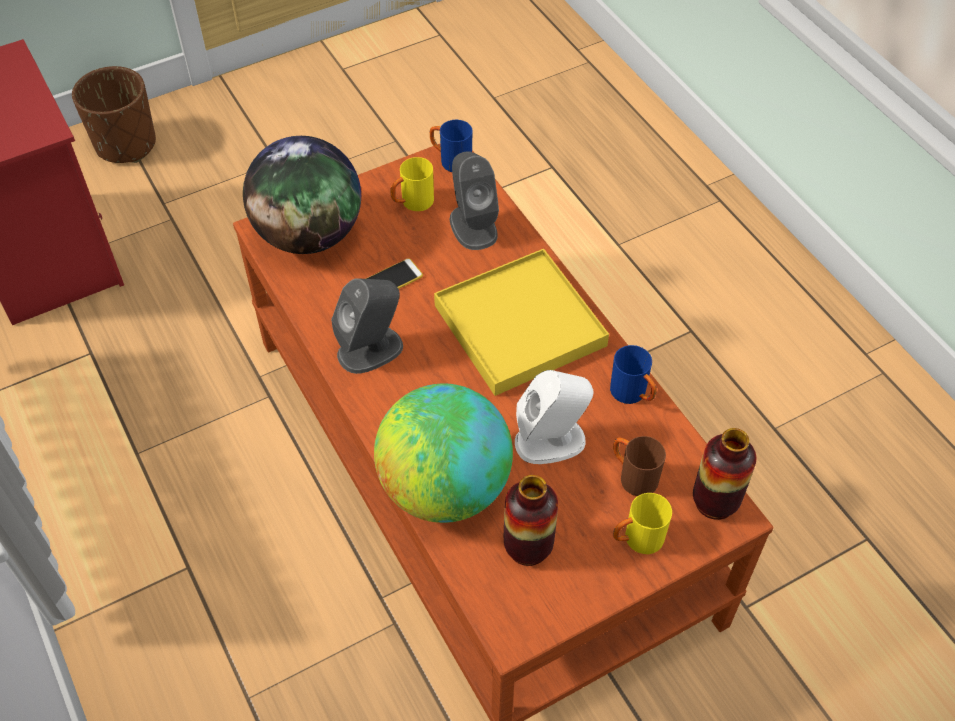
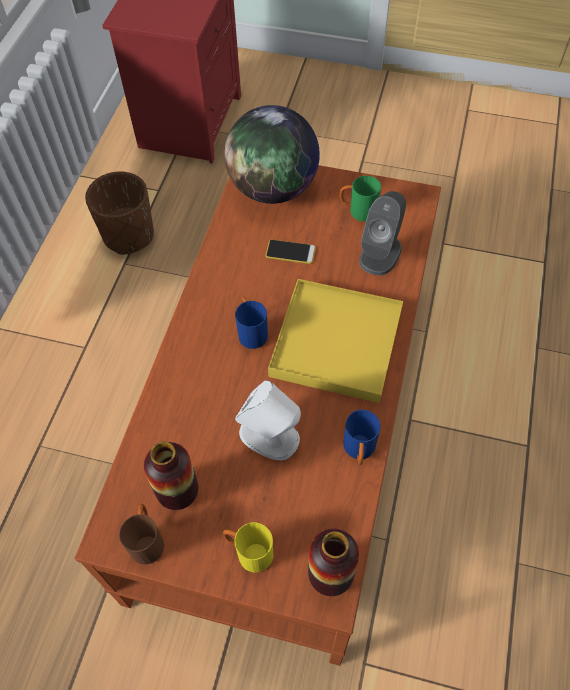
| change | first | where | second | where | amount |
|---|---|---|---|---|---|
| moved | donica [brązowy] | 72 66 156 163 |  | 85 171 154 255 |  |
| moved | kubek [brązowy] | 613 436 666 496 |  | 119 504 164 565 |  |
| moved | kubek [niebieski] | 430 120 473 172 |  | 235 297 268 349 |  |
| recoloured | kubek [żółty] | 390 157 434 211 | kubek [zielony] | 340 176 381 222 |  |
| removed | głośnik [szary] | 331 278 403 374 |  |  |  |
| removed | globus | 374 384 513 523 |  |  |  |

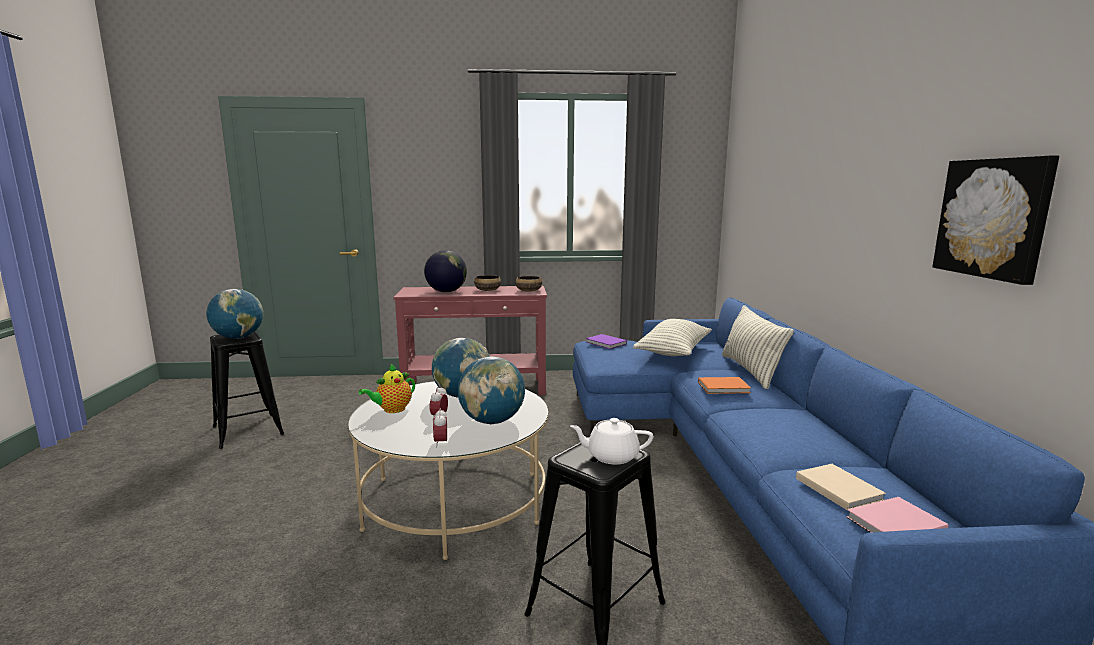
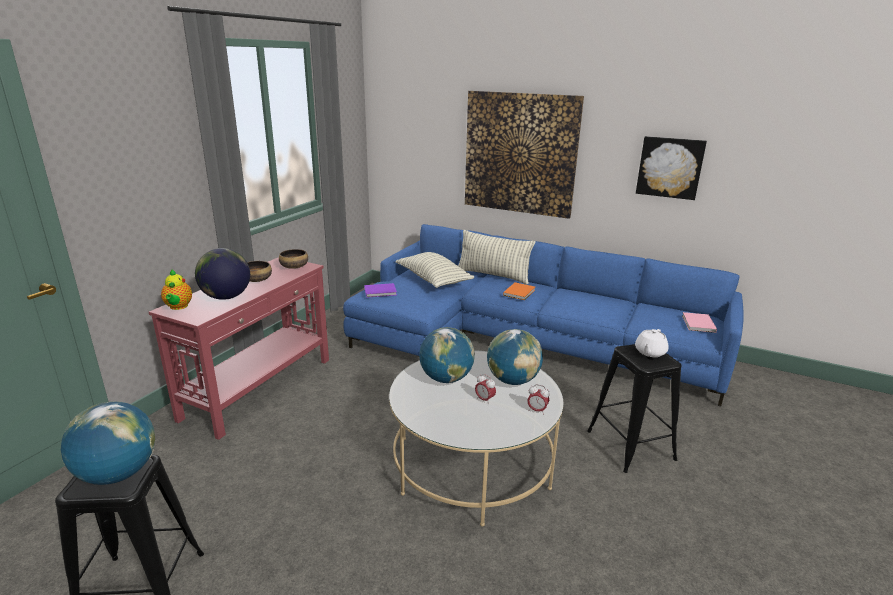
| change | first | where | second | where | amount |
|---|---|---|---|---|---|
| moved | imbryk | 359 363 415 413 |  | 161 269 192 310 |  |
| added |  |  | obraz | 465 91 584 219 |  |
| removed | książka [beżowy] | 796 464 886 511 |  |  |  |

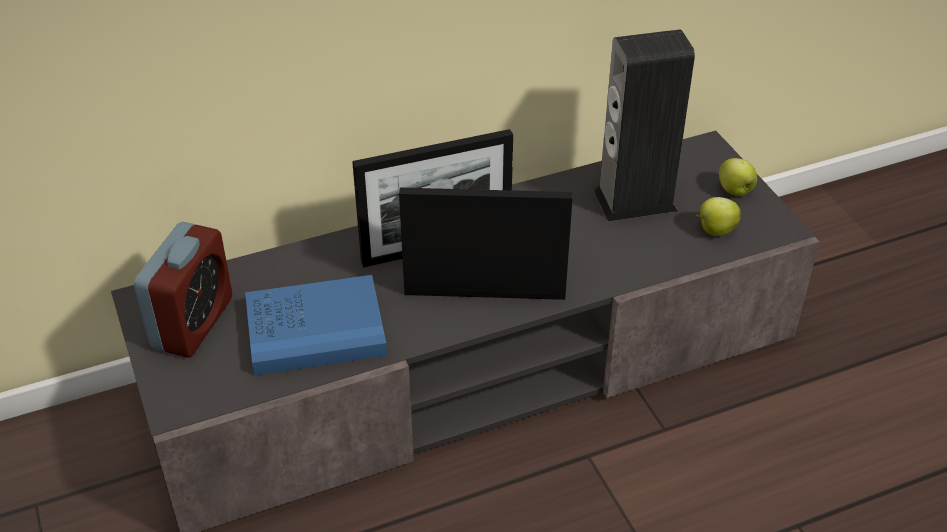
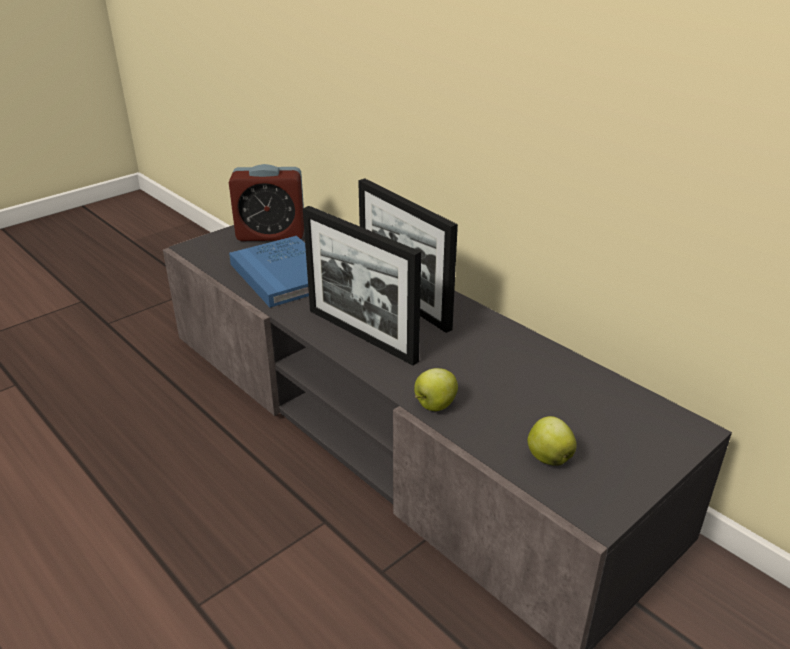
| change | first | where | second | where | amount |
|---|---|---|---|---|---|
| turned | ramka na zdjęcie | 399 188 573 300 |  | 303 206 421 365 | 150 degrees clockwise |
| moved | jabłko | 719 158 757 196 |  | 414 368 458 411 |  |
| removed | głośnik | 594 29 695 222 |  |  |  |

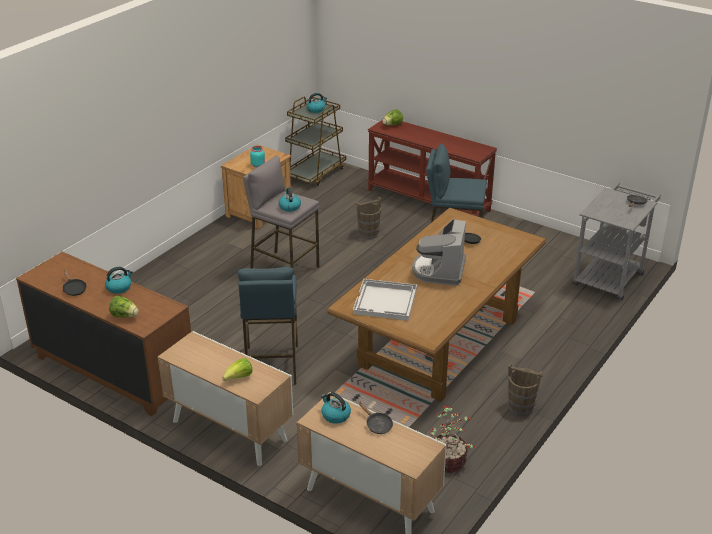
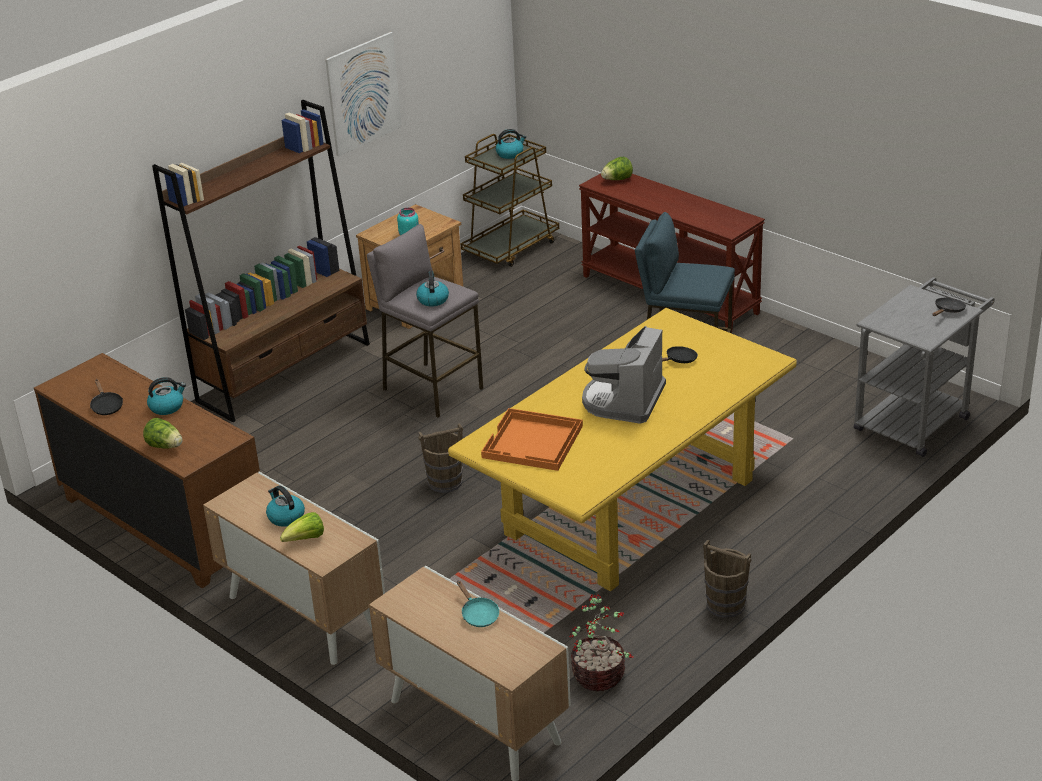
| change | first | where | second | where | amount |
|---|---|---|---|---|---|
| added |  |  | regał [brązowy] | 152 100 370 422 |  |
| moved | czajnik | 321 392 351 424 |  | 266 485 305 527 |  |
| added |  |  | obraz | 325 32 402 157 |  |
| moved | wiadro [brązowy] | 356 197 382 239 |  | 418 423 463 493 |  |
| recoloured | stół jadalny [brązowy] | 327 208 546 402 | stół jadalny [żółty] | 448 308 797 591 |  |
| recoloured | patelnia [czarny] | 359 402 393 434 | patelnia [turkusowy] | 457 581 499 627 |  |
| recoloured | taca [biały] | 353 279 417 321 | taca [pomarańczowy] | 481 408 583 471 |  |
| removed | stołek [niebieski] | 237 267 298 385 |  |  |  |

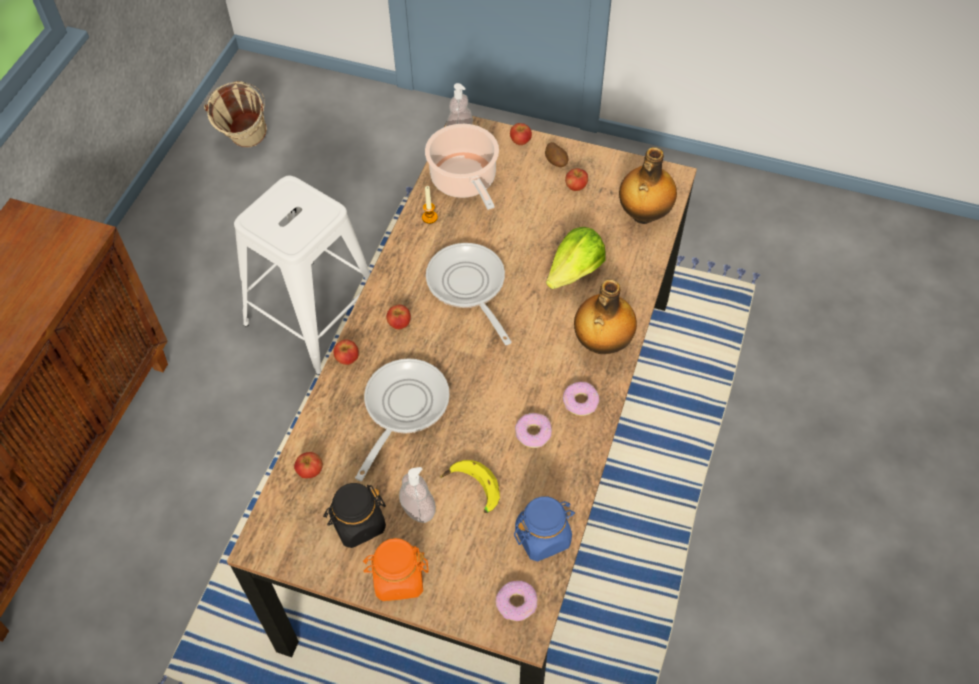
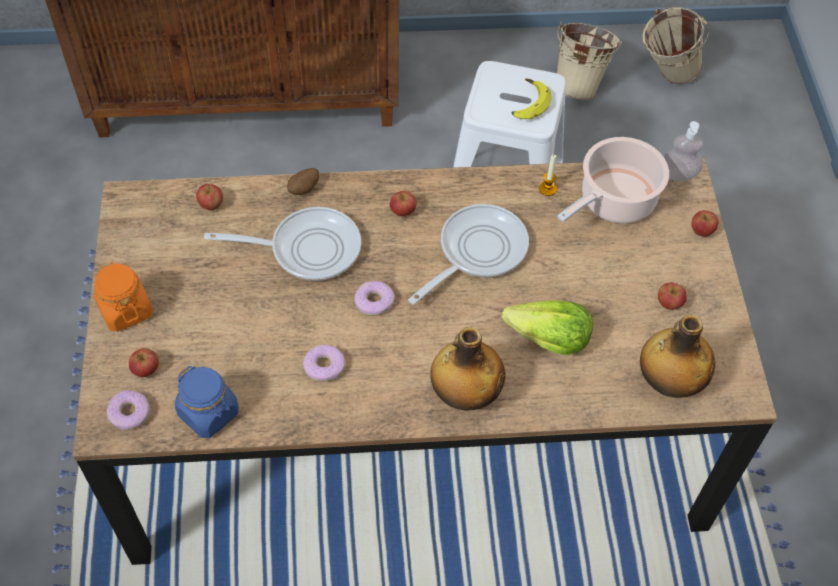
| change | first | where | second | where | amount |
|---|---|---|---|---|---|
| moved | jabłko | 334 339 359 365 |  | 129 348 159 377 |  |
| moved | ziemniak | 545 142 568 167 |  | 287 168 319 195 |  |
| moved | donut | 563 382 599 416 |  | 354 281 395 316 |  |
| moved | banan | 441 460 500 513 |  | 512 78 552 119 |  |
| added |  |  | wiadro [beżowy] | 557 22 622 100 |  |
| removed | słoik [czarny] | 323 483 386 548 |  |  |  |
| removed | dozownik mydła | 399 467 436 523 |  |  |  |

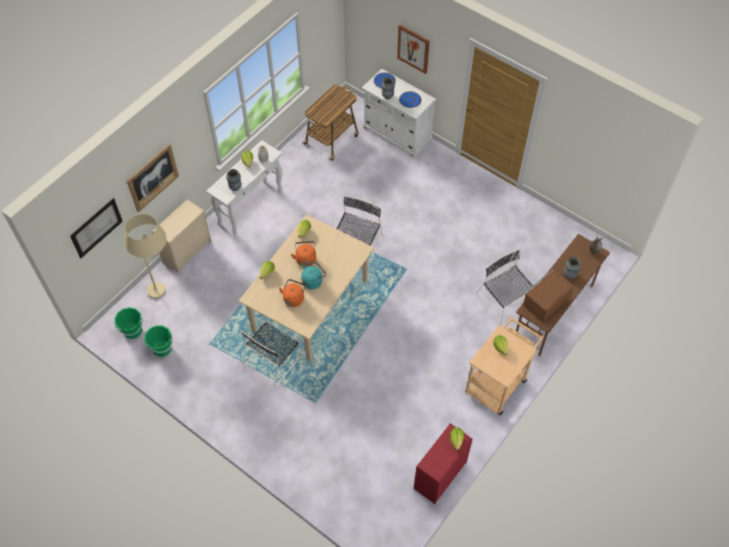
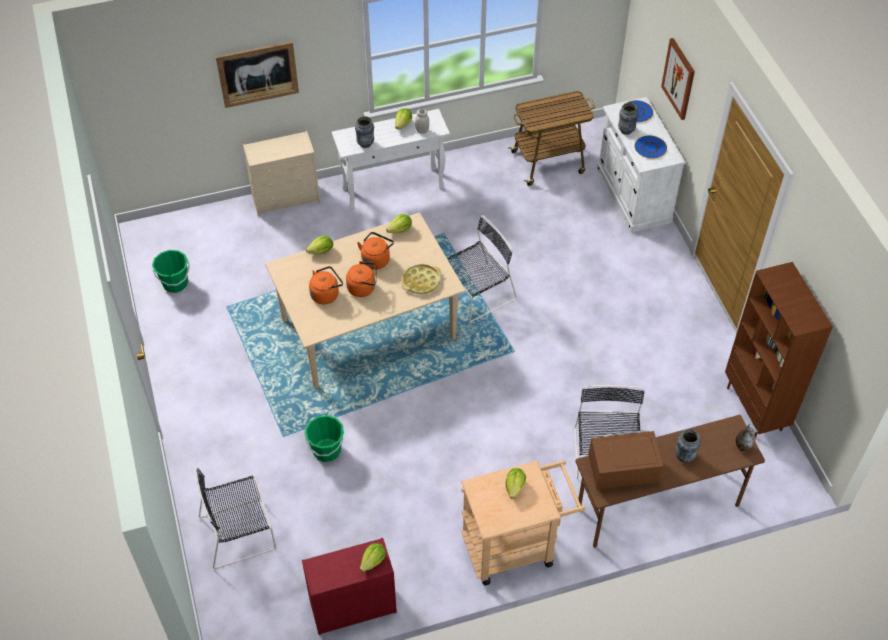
| change | first | where | second | where | amount |
|---|---|---|---|---|---|
| moved | krzesło [czarny] | 241 320 302 387 |  | 195 468 276 569 |  |
| moved | wiadro [zielony] | 114 307 143 339 |  | 305 415 344 462 |  |
| recoloured | czajnik [turkusowy] | 301 262 326 289 | czajnik [pomarańczowy] | 346 261 377 297 |  |
| added |  |  | taca [żółty] | 401 264 441 294 |  |
| added |  |  | regał [brązowy] | 725 262 833 438 |  |
| removed | obraz | 70 198 123 258 |  |  |  |
| removed | lampa stojąca [beżowy] | 125 214 167 298 |  |  |  |

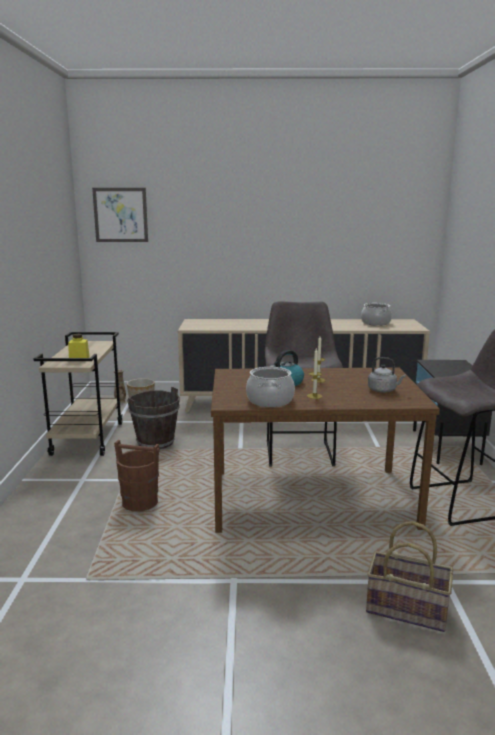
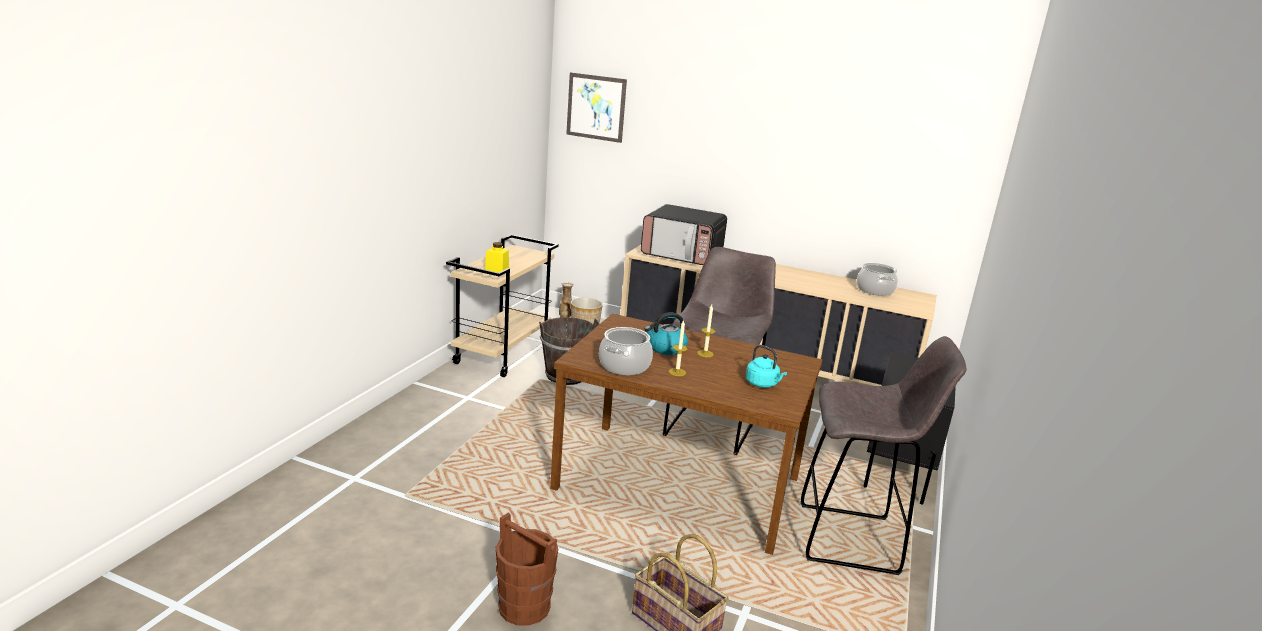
| change | first | where | second | where | amount |
|---|---|---|---|---|---|
| moved | wiadro [brązowy] | 114 440 160 511 |  | 496 512 558 626 |  |
| added |  |  | mikrofalówka | 641 204 727 265 |  |
| recoloured | czajnik [szary] | 368 357 406 393 | czajnik [turkusowy] | 746 345 787 388 |  |

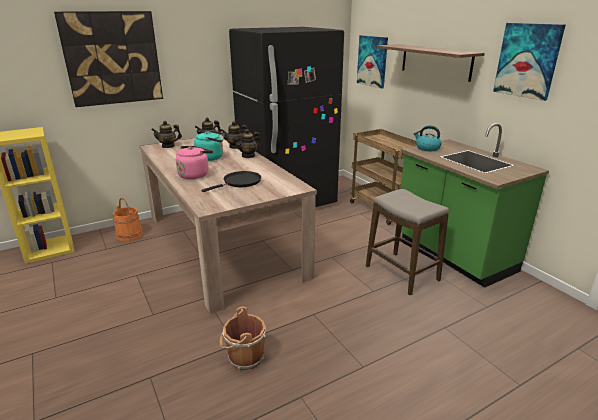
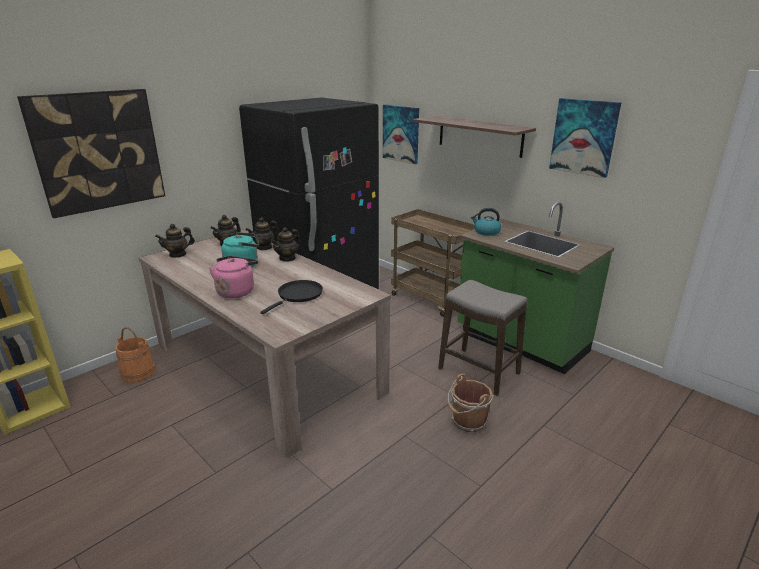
| change | first | where | second | where | amount |
|---|---|---|---|---|---|
| moved | wiadro [brązowy] | 220 307 266 370 |  | 448 373 494 432 |  |

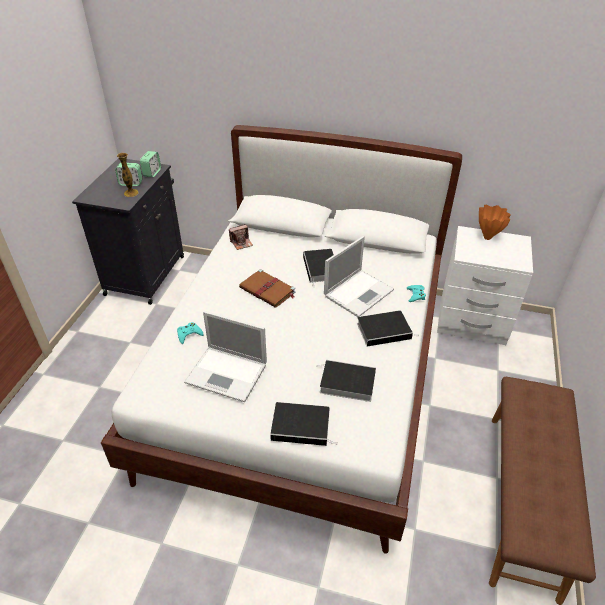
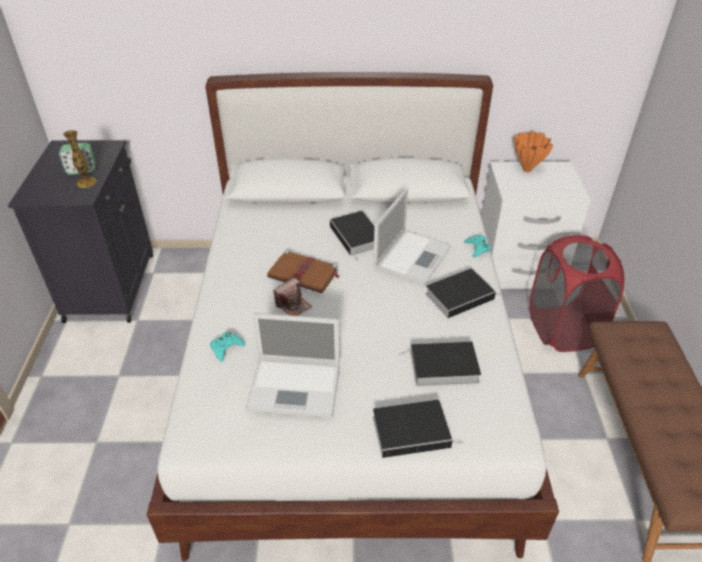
| change | first | where | second | where | amount |
|---|---|---|---|---|---|
| moved | aparat fotograficzny | 229 224 253 250 |  | 273 277 312 316 |  |
| added |  |  | kosz na pranie [czerwony] | 530 235 624 352 |  |
| removed | budzik | 140 151 161 177 |  |  |  |

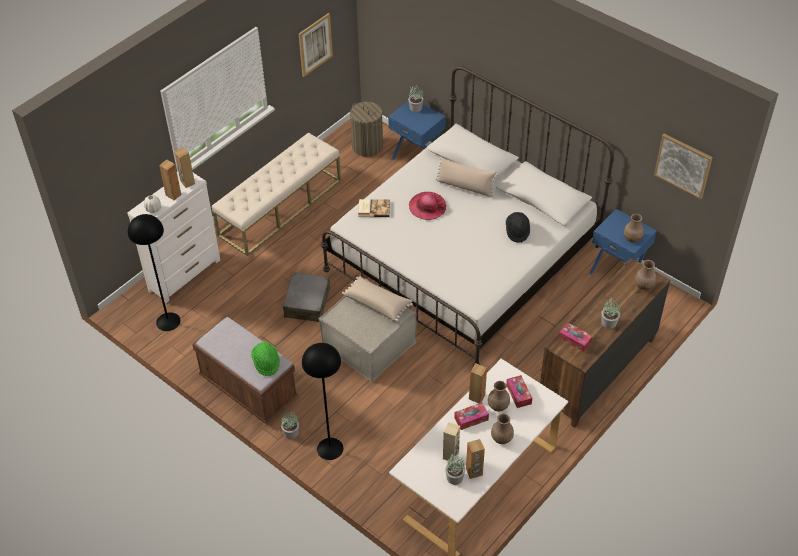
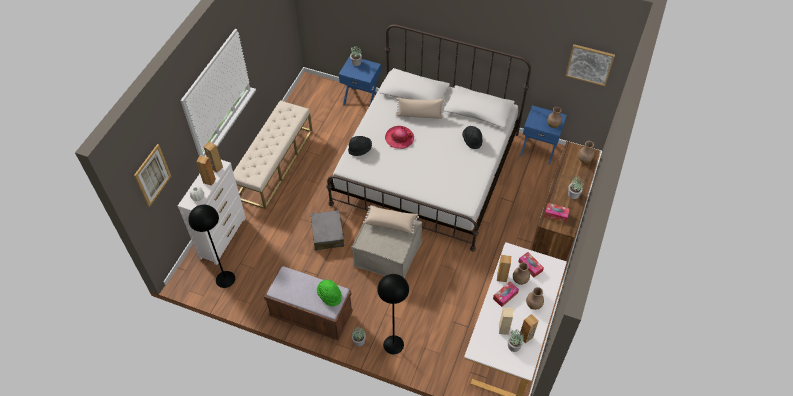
| change | first | where | second | where | amount |
|---|---|---|---|---|---|
| moved | obraz | 299 13 333 77 |  | 134 144 171 207 |  |
| replaced | książka | 358 199 390 217 | kapelusz [czarny] | 348 136 372 156 |  |
| removed | kosz na pranie | 350 102 383 157 |  |  |  |

